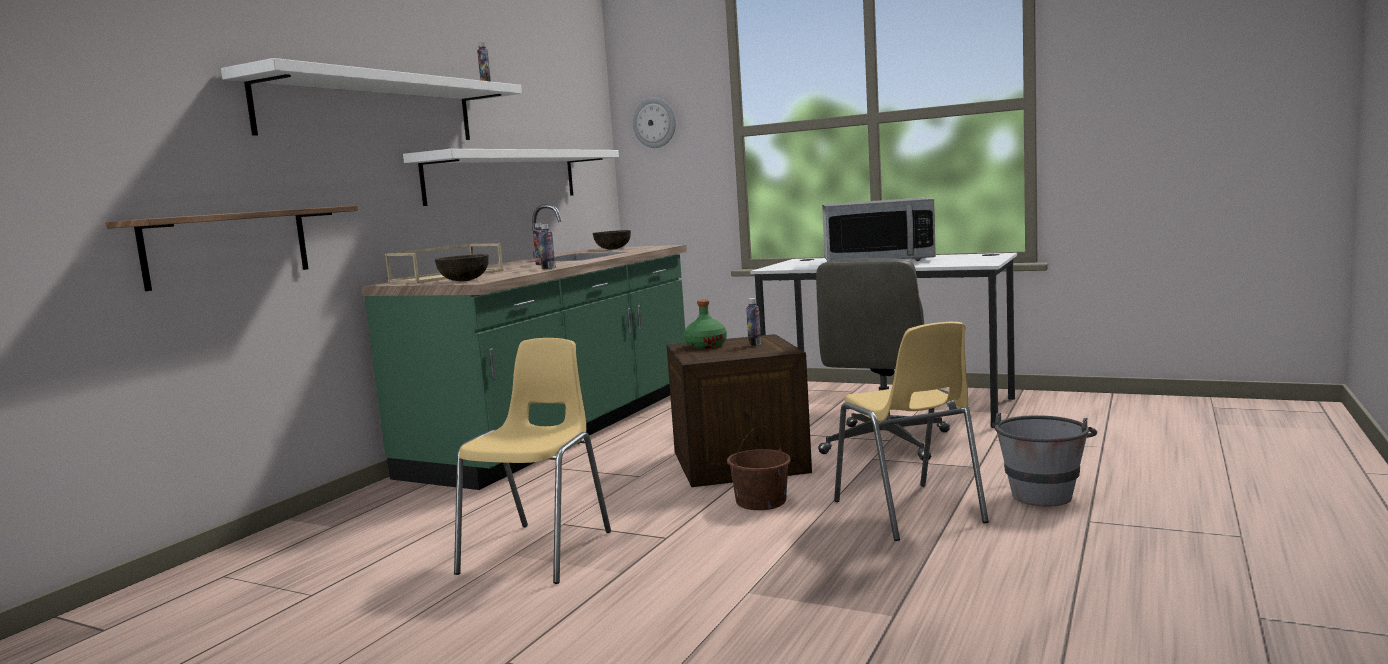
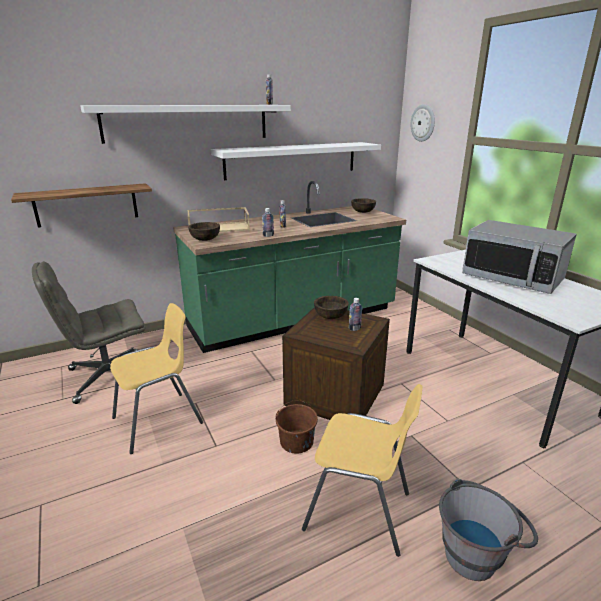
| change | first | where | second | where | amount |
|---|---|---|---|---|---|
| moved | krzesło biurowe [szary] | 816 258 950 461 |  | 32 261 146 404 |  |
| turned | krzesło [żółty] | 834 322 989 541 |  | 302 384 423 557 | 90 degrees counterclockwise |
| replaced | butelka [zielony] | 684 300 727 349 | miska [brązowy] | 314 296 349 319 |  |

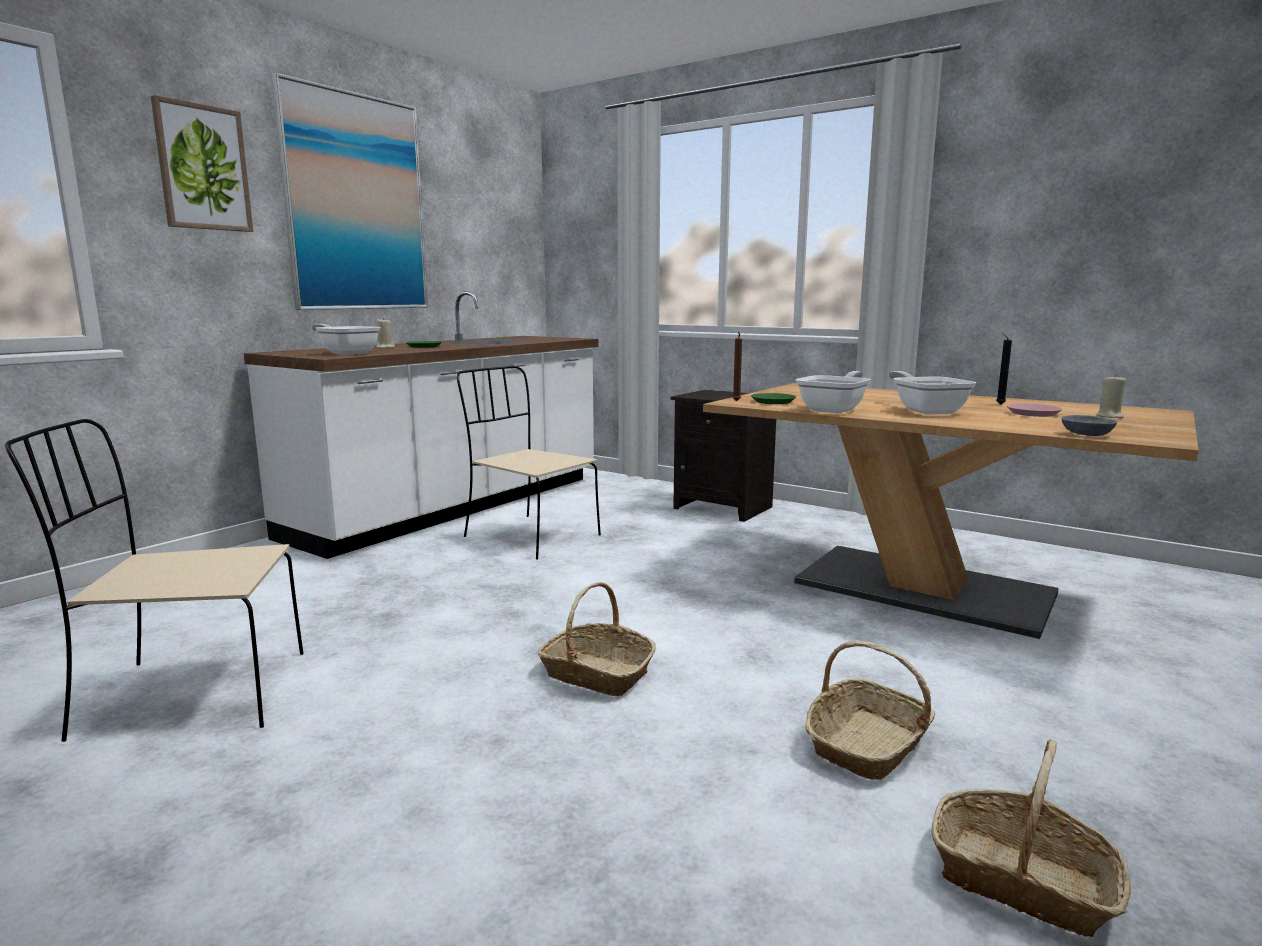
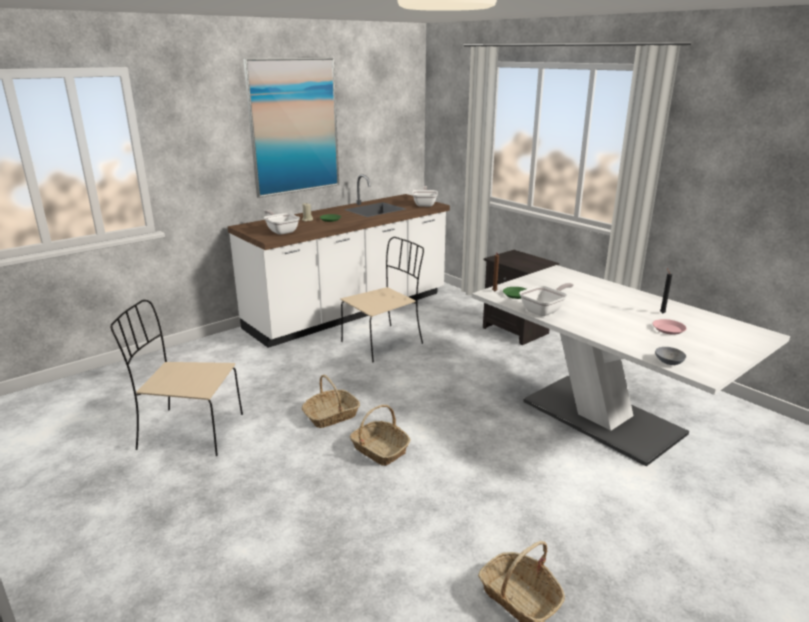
| change | first | where | second | where | amount |
|---|---|---|---|---|---|
| moved | koszyk | 805 640 935 780 |  | 302 375 360 428 |  |
| turned | krzesło [beżowy] | 457 366 601 559 |  | 341 237 424 362 | 90 degrees clockwise |
| moved | patelnia | 889 371 976 415 |  | 412 186 438 207 |  |
| recoloured | stół jadalny [brązowy] | 703 383 1199 639 | stół jadalny [biały] | 472 265 790 466 |  |
| removed | obraz | 151 95 253 232 |  |  |  |
| removed | świeca [beżowy] | 1096 374 1126 418 |  |  |  |

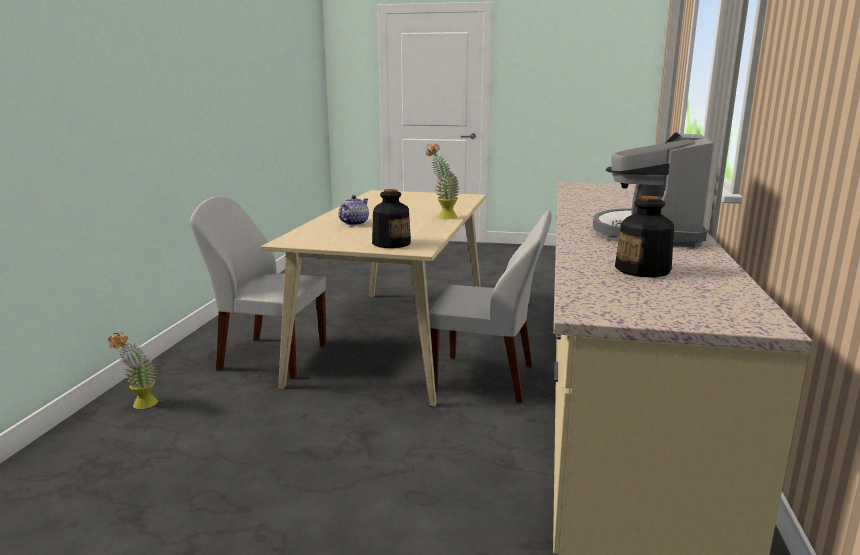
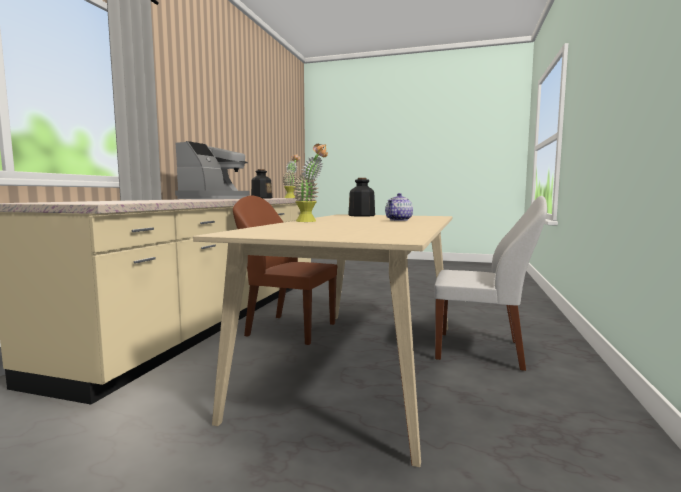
| change | first | where | second | where | amount |
|---|---|---|---|---|---|
| recoloured | krzesło [biały] | 429 211 551 403 | krzesło [brązowy] | 233 195 337 345 |  |
| moved | roślina doniczkowa | 108 332 158 409 |  | 283 154 300 198 |  |

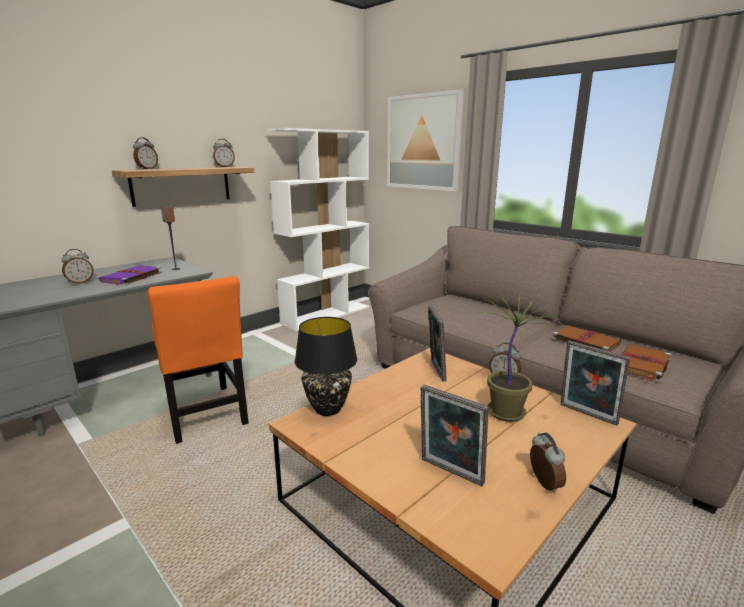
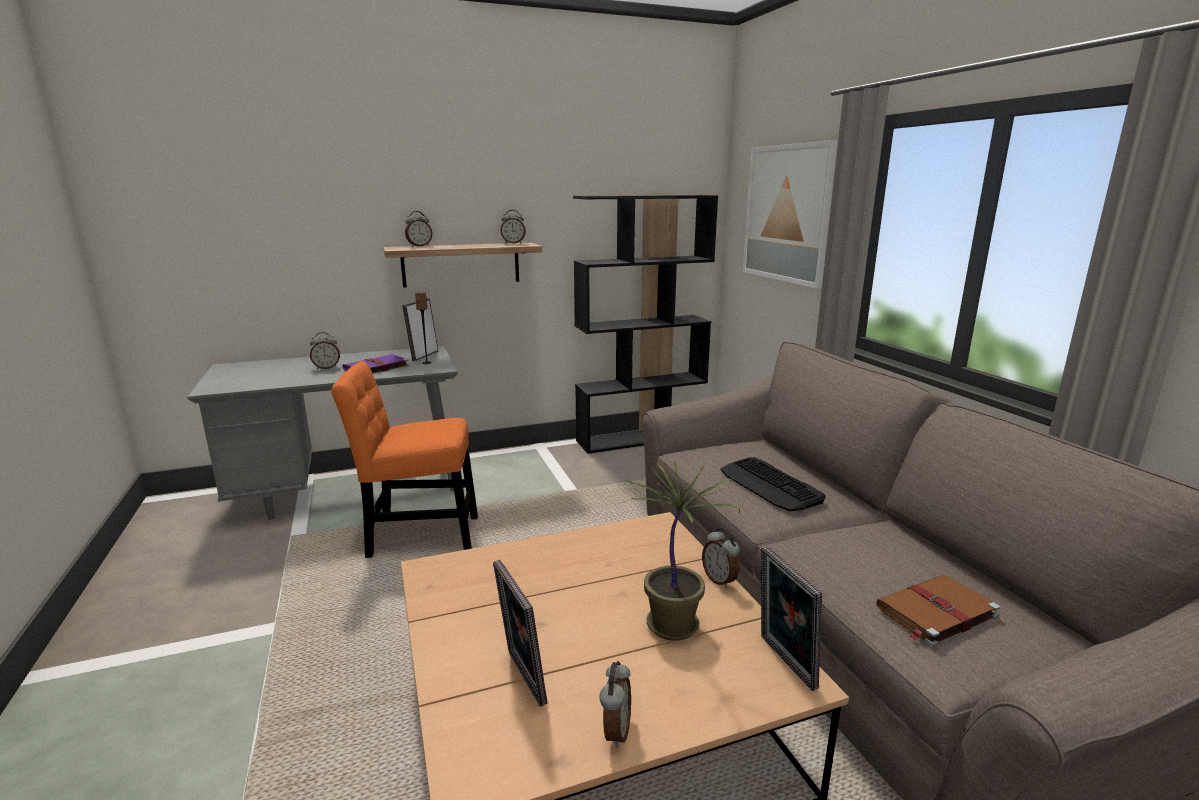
| change | first | where | second | where | amount |
|---|---|---|---|---|---|
| turned | krzesło [pomarańczowy] | 148 276 249 444 |  | 331 361 478 558 | 90 degrees clockwise |
| moved | ramka na zdjęcie | 428 306 447 382 |  | 402 298 438 361 |  |
| recoloured | regał [biały] | 267 128 369 331 | regał [czarny] | 573 195 718 454 |  |
| added |  |  | klawiatura | 720 457 826 512 |  |
| removed | lampa stołowa [czarny] | 295 317 357 416 |  |  |  |
| removed | książka [brązowy] | 552 325 621 351 |  |  |  |

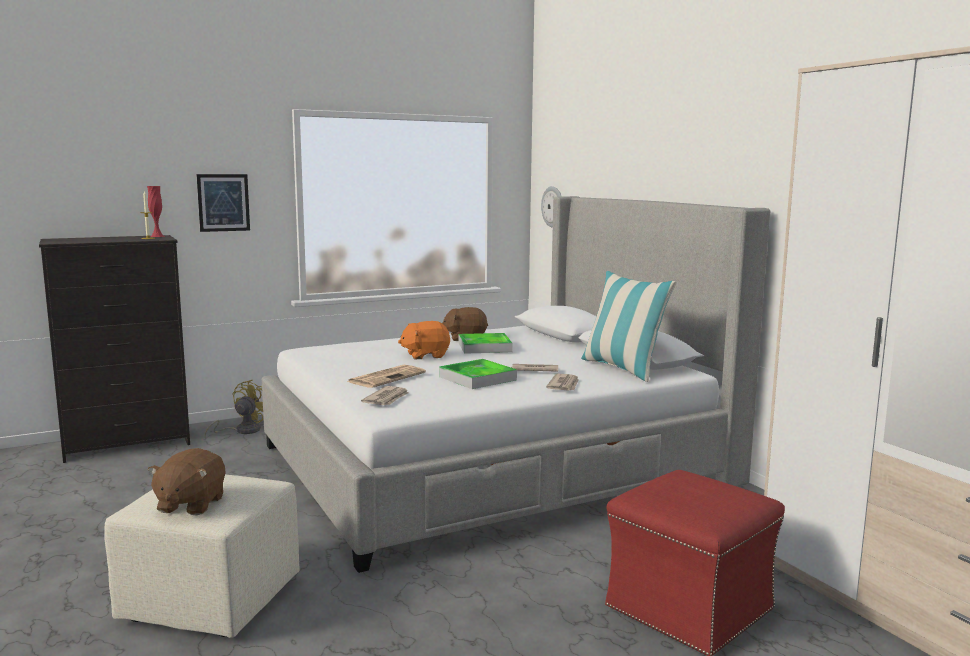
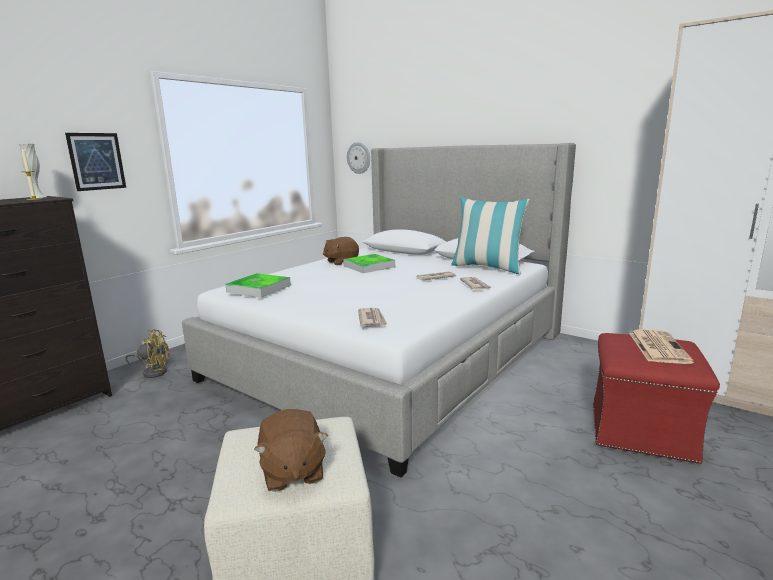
| change | first | where | second | where | amount |
|---|---|---|---|---|---|
| recoloured | wazon [czerwony] | 147 186 165 237 | wazon [biały] | 19 144 47 198 |  |
| turned | wentylator [żółty] | 205 380 264 439 |  | 126 329 169 378 | 90 degrees clockwise |
| moved | taca | 439 359 517 389 |  | 225 273 291 298 |  |
| moved | gazeta | 347 365 426 388 |  | 629 330 694 364 |  |
| removed | pluszak [pomarańczowy] | 398 321 450 360 |  |  |  |

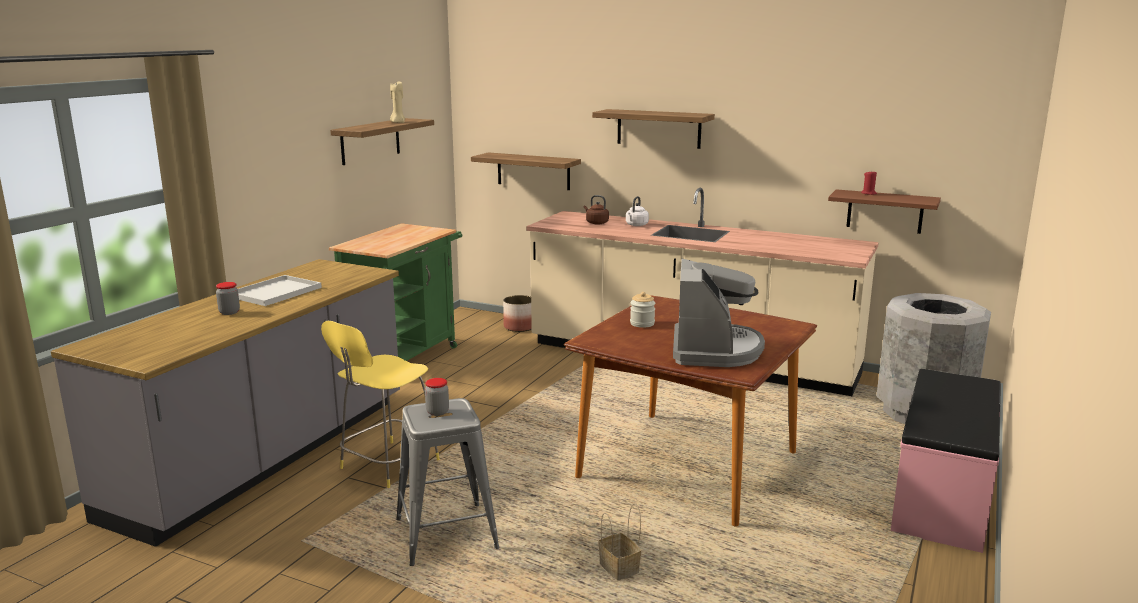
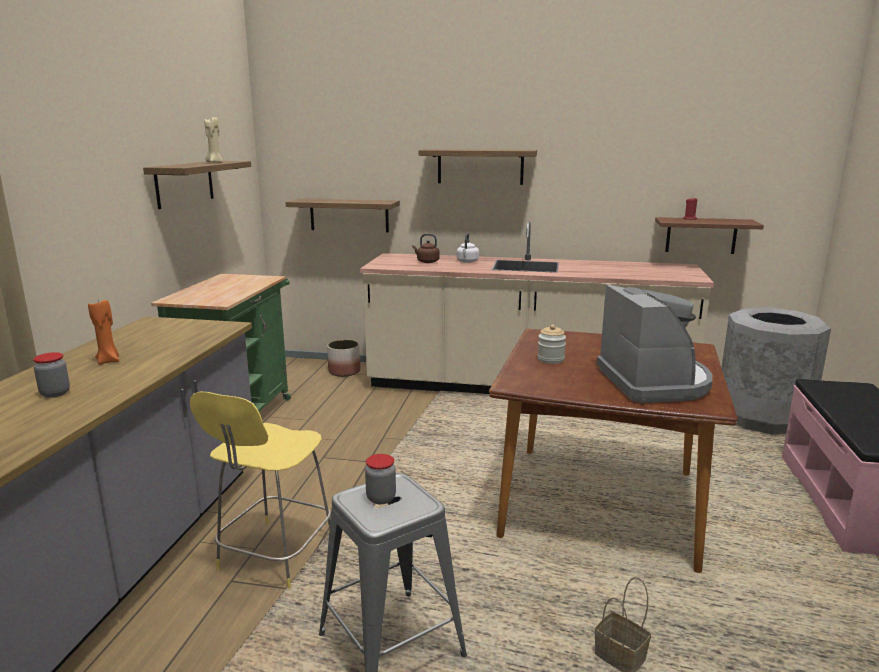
| change | first | where | second | where | amount |
|---|---|---|---|---|---|
| replaced | taca [biały] | 238 275 322 306 | świeca [pomarańczowy] | 88 300 119 365 |  |

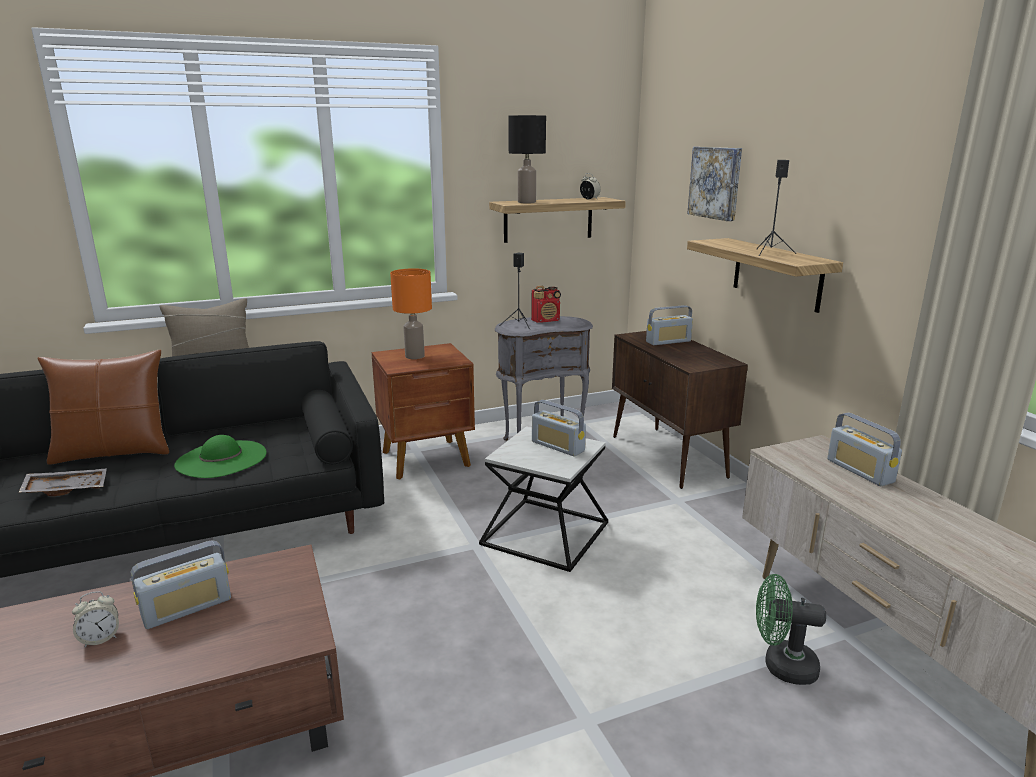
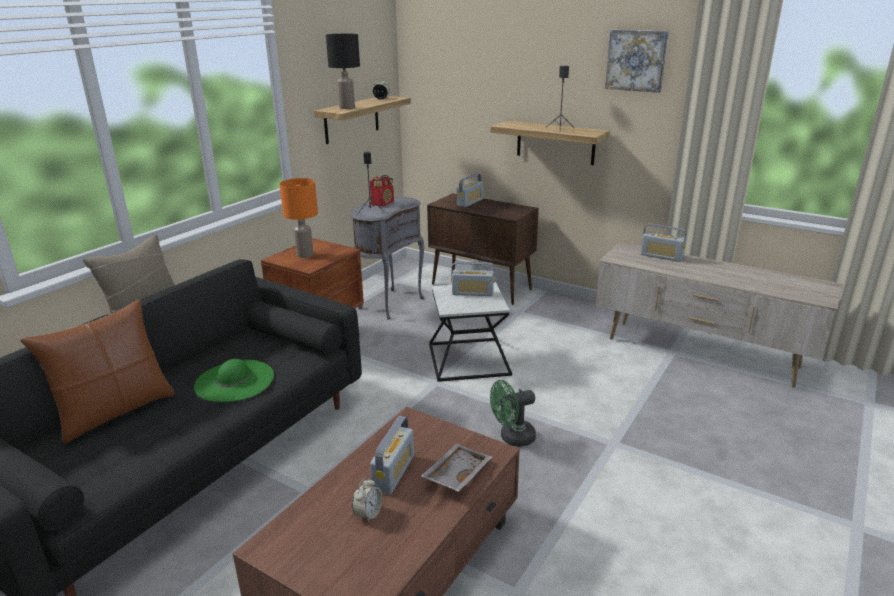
| change | first | where | second | where | amount |
|---|---|---|---|---|---|
| moved | taca [szary] | 19 468 107 496 |  | 421 443 492 492 |  |
| moved | wentylator [zielony] | 756 574 826 685 |  | 490 380 536 447 |  |
| moved | obraz | 687 147 742 221 |  | 605 30 669 93 |  |

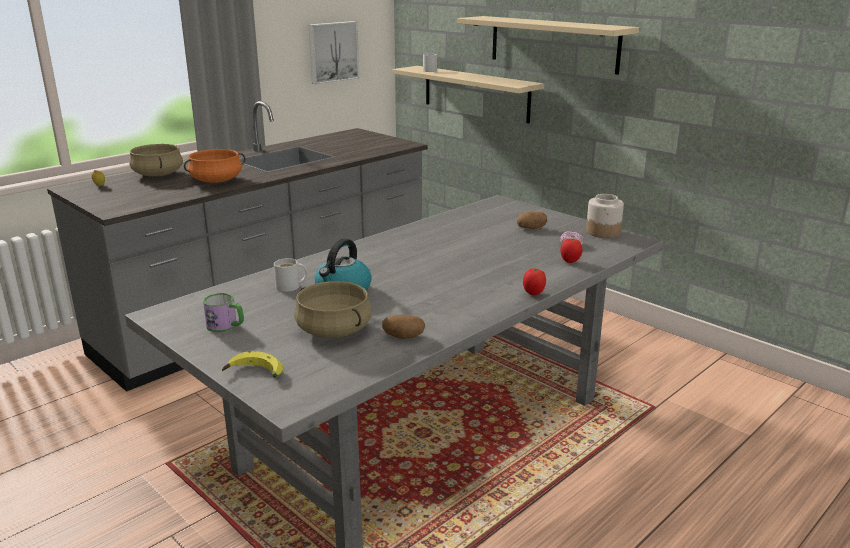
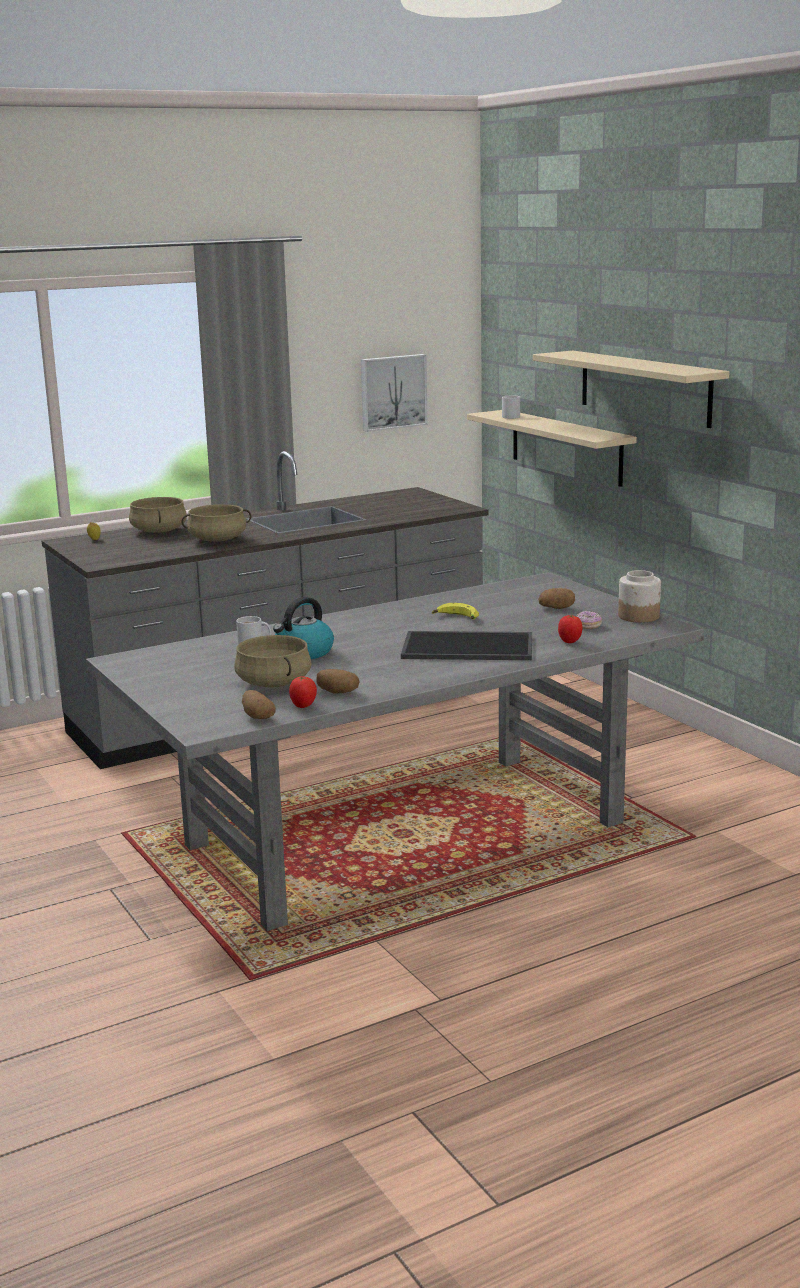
| change | first | where | second | where | amount |
|---|---|---|---|---|---|
| recoloured | garnek [pomarańczowy] | 184 149 246 183 | garnek [beżowy] | 182 504 252 541 |  |
| added |  |  | ziemniak | 242 690 276 719 |  |
| moved | pomidor | 523 268 546 295 |  | 289 676 317 708 |  |
| added |  |  | taca | 401 631 532 660 |  |
| moved | banan | 222 351 283 378 |  | 432 603 479 620 |  |
| removed | kubek | 203 293 244 332 |  |  |  |

